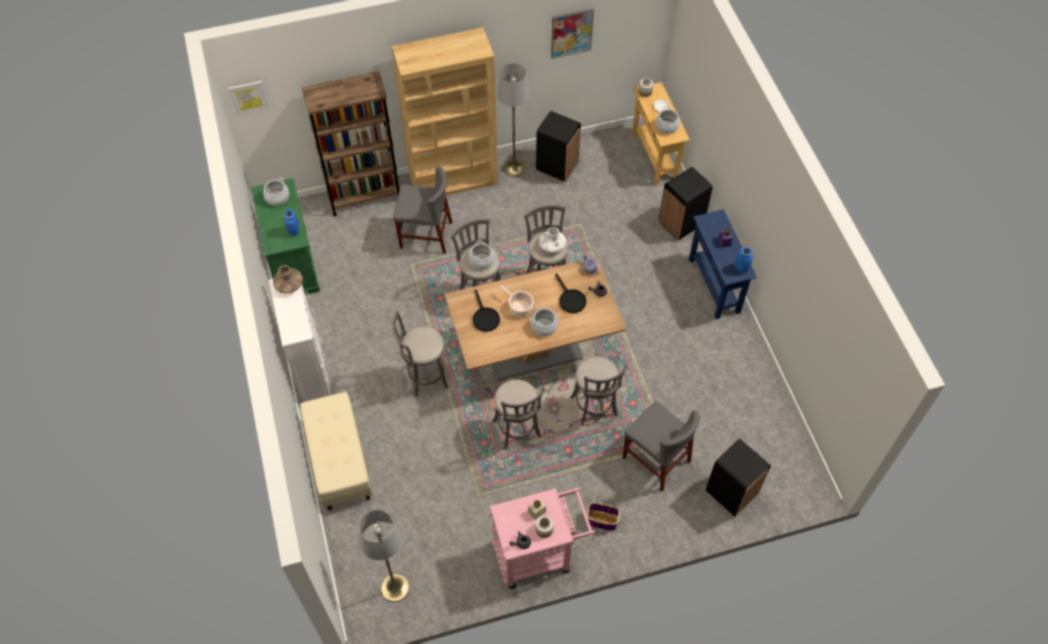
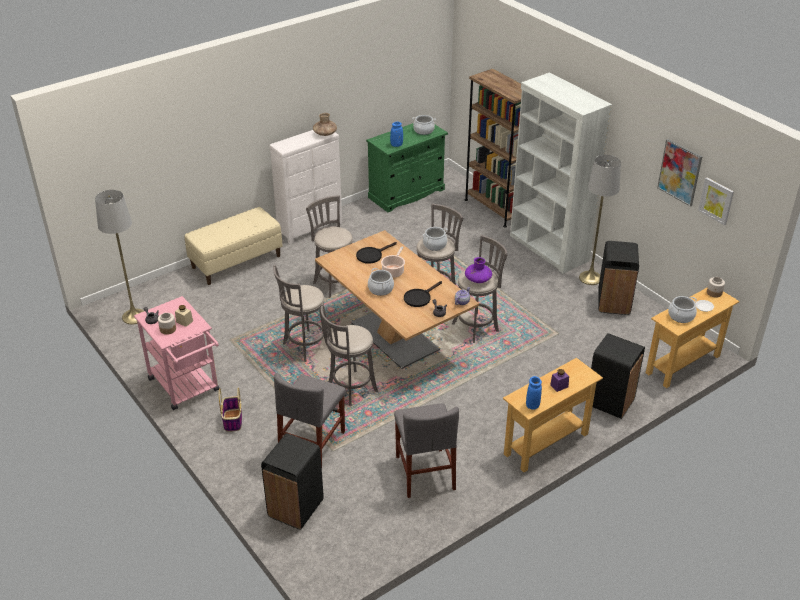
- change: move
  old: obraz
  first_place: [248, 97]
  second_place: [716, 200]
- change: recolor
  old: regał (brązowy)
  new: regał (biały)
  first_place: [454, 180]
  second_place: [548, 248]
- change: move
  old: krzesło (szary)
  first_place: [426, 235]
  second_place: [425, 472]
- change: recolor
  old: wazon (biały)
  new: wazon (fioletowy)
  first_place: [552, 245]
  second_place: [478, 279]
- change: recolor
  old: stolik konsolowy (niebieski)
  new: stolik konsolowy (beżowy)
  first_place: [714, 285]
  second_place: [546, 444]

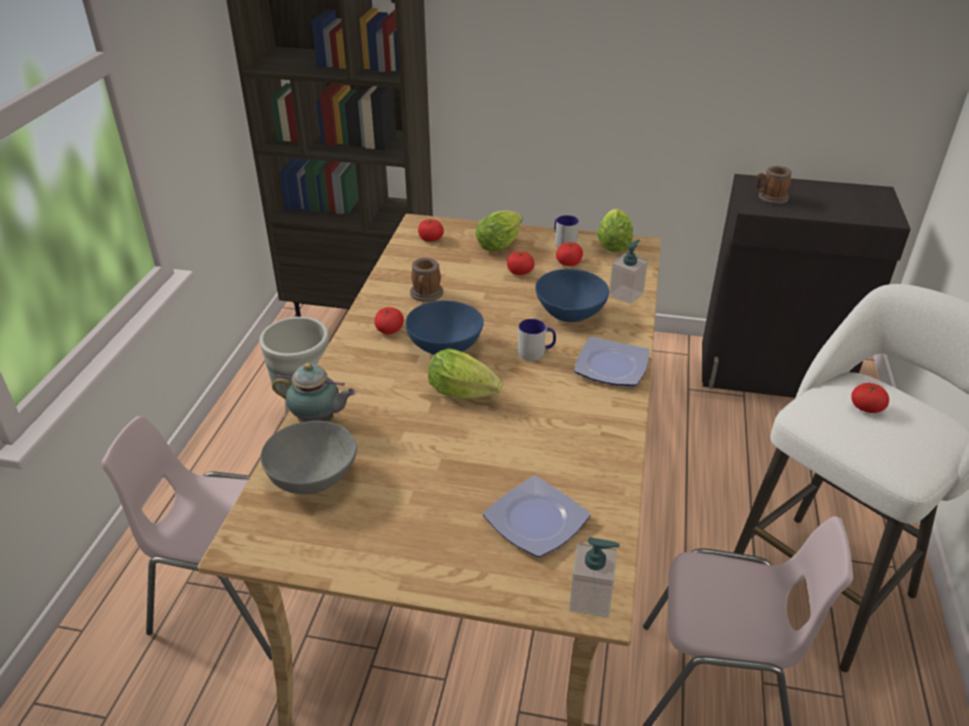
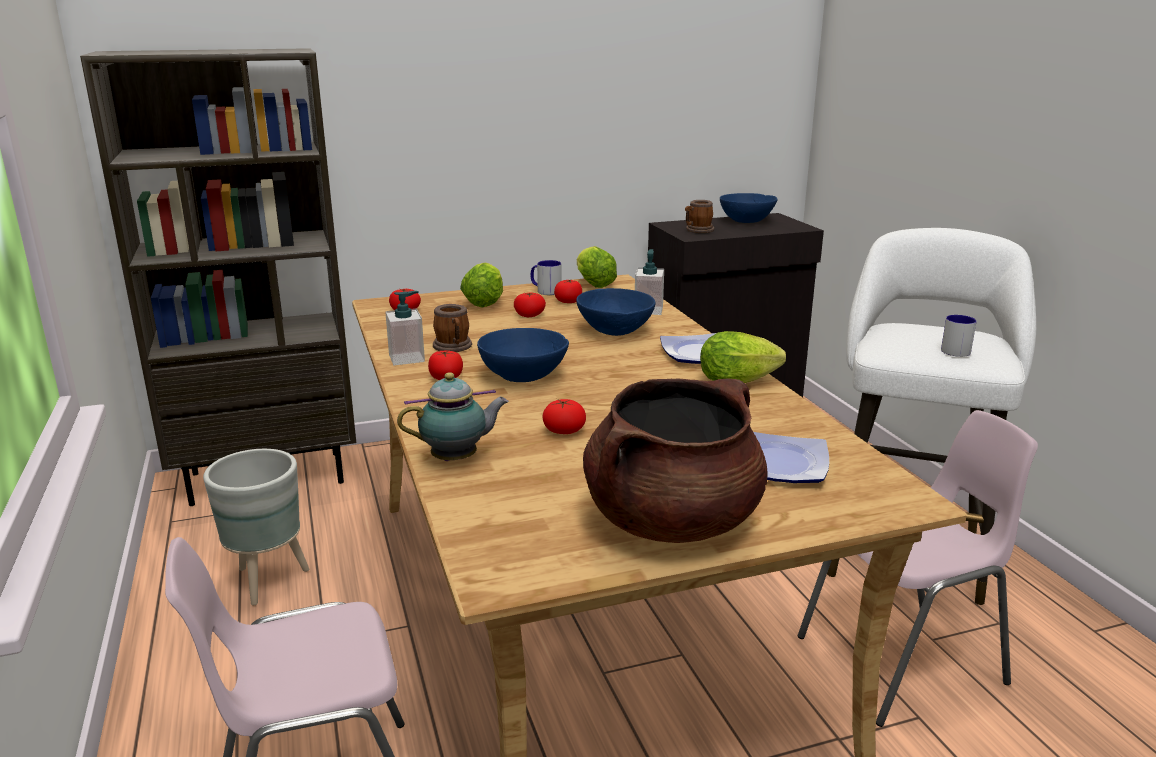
- change: delete
  old: miska (szary)
  first_place: [313, 478]
- change: move
  old: sałata
  first_place: [466, 394]
  second_place: [741, 381]
- change: move
  old: kubek
  first_place: [536, 352]
  second_place: [958, 350]
- change: move
  old: dozownik mydła
  first_place: [591, 598]
  second_place: [407, 358]
- change: move
  old: pomidor
  first_place: [866, 407]
  second_place: [564, 430]
- change: insert
  new: garnek (brązowy)
  second_place: [672, 521]
- change: insert
  new: miska (niebieski)
  second_place: [746, 221]

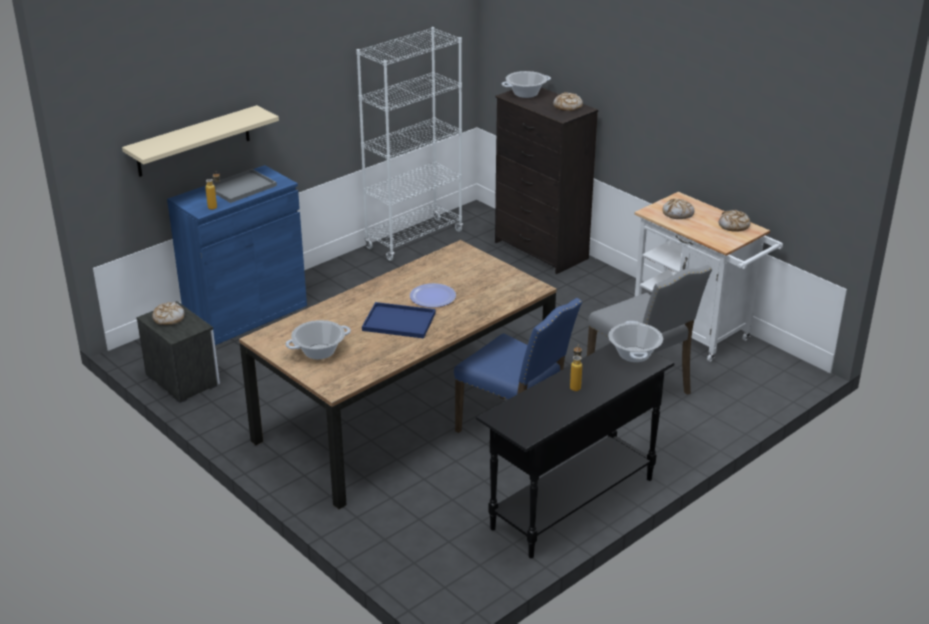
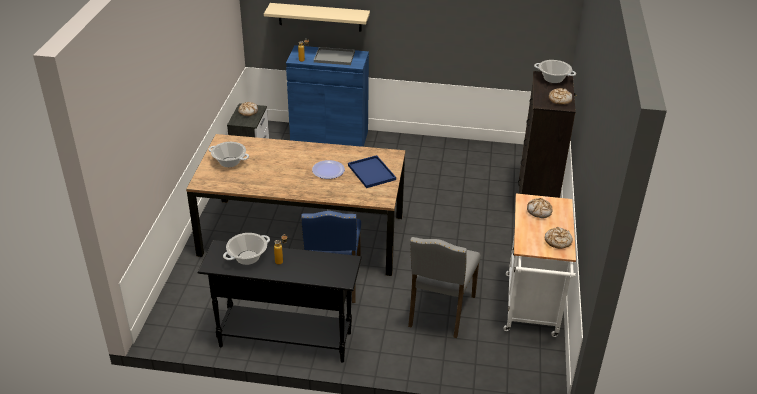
- change: delete
  old: regał (biały)
  first_place: [414, 239]
- change: move
  old: taca (niebieski)
  first_place: [400, 321]
  second_place: [372, 173]
- change: move
  old: garnek
  first_place: [634, 354]
  second_place: [248, 257]

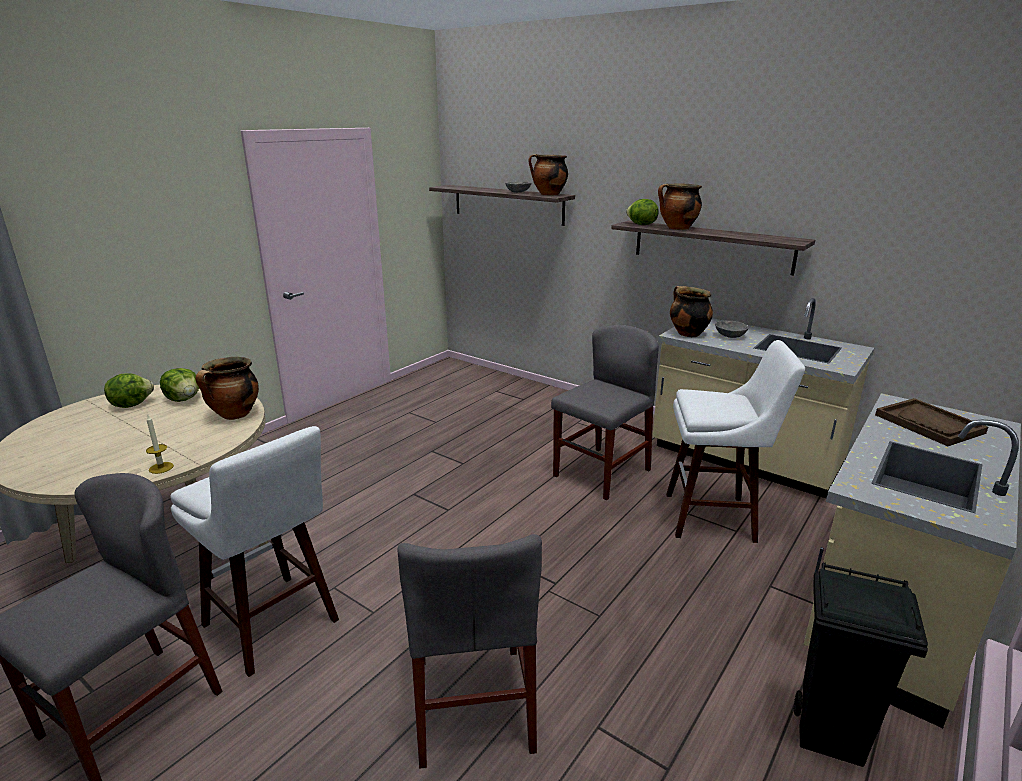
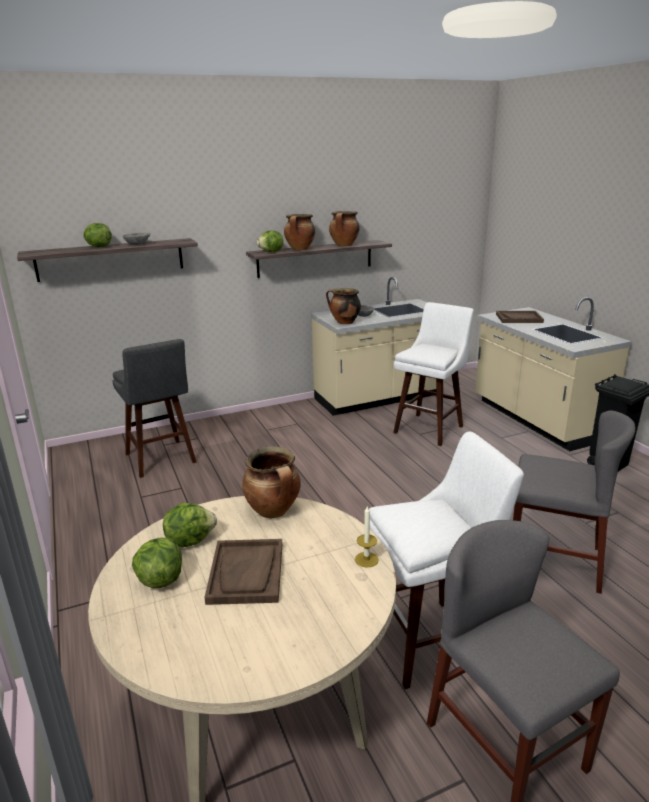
- change: move
  old: garnek
  first_place: [548, 195]
  second_place: [344, 245]
- change: delete
  old: krzesło (szary)
  first_place: [601, 473]
- change: insert
  new: sałata
  second_place: [98, 247]
- change: insert
  new: stołek (szary)
  second_place: [161, 460]
- change: insert
  new: taca (brązowy)
  second_place: [246, 573]

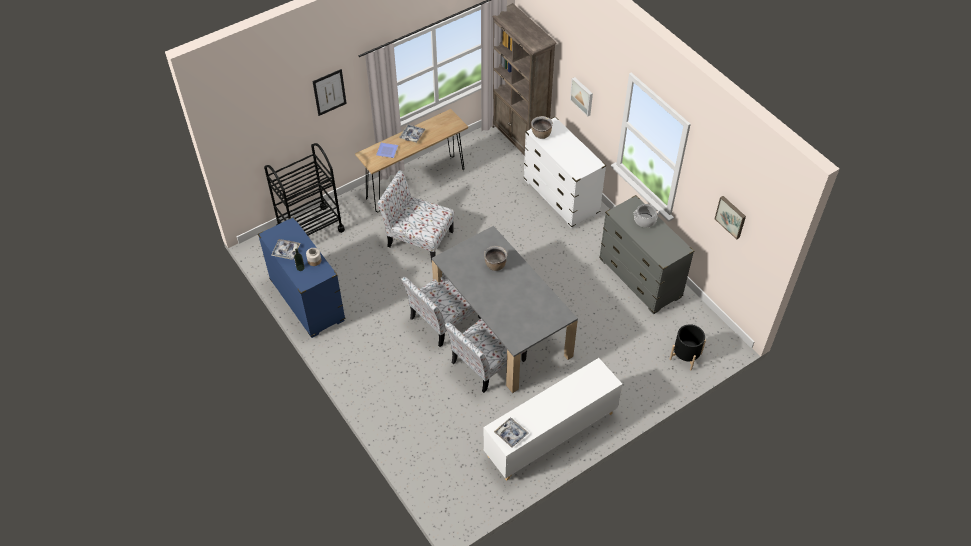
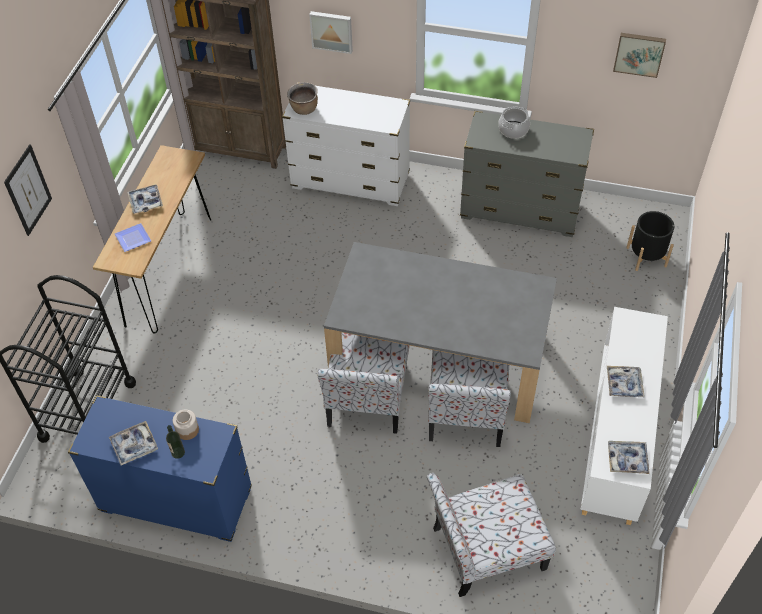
- change: move
  old: krzesło
  first_place: [418, 238]
  second_place: [485, 549]
- change: delete
  old: garnek (brązowy)
  first_place: [495, 265]
- change: insert
  new: taca
  second_place: [624, 384]

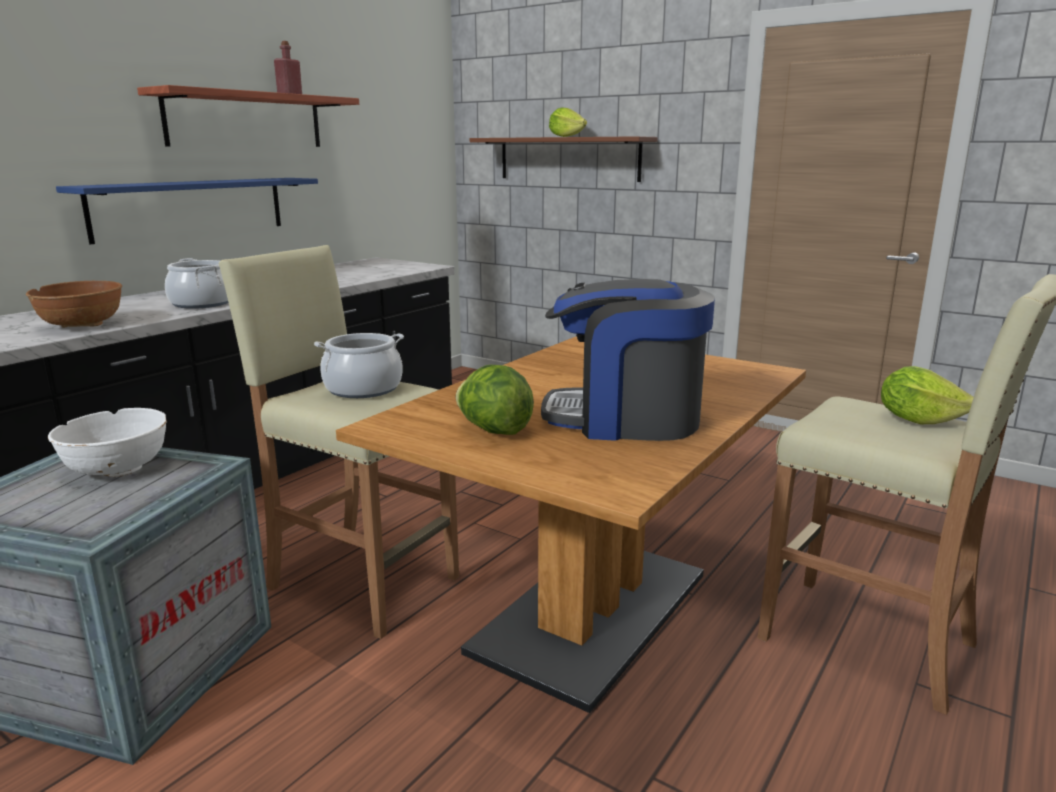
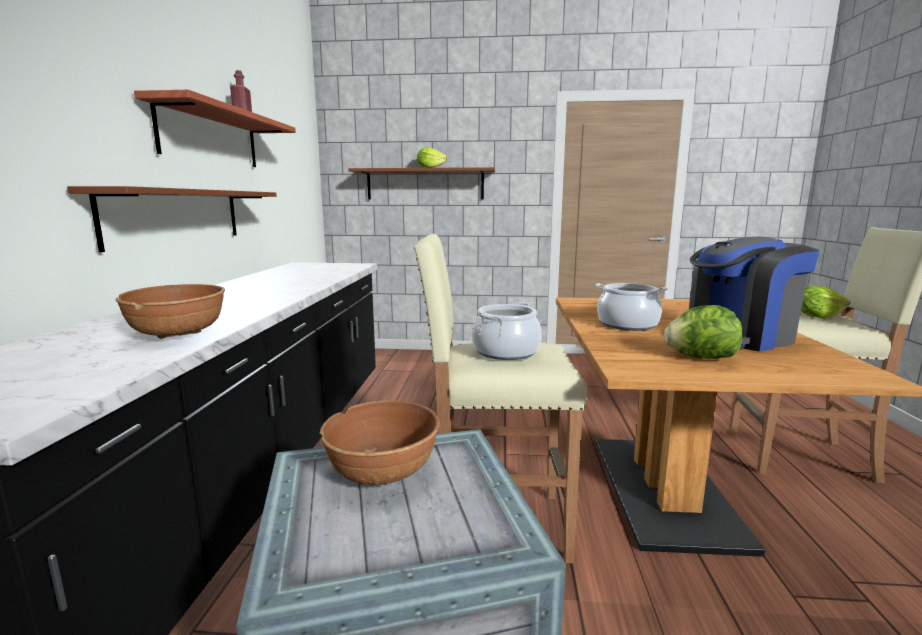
- change: recolor
  old: miska (biały)
  new: miska (brązowy)
  first_place: [117, 469]
  second_place: [382, 472]
- change: recolor
  old: półka (niebieski)
  new: półka (brązowy)
  first_place: [191, 208]
  second_place: [177, 216]
- change: move
  old: garnek
  first_place: [202, 303]
  second_place: [627, 325]

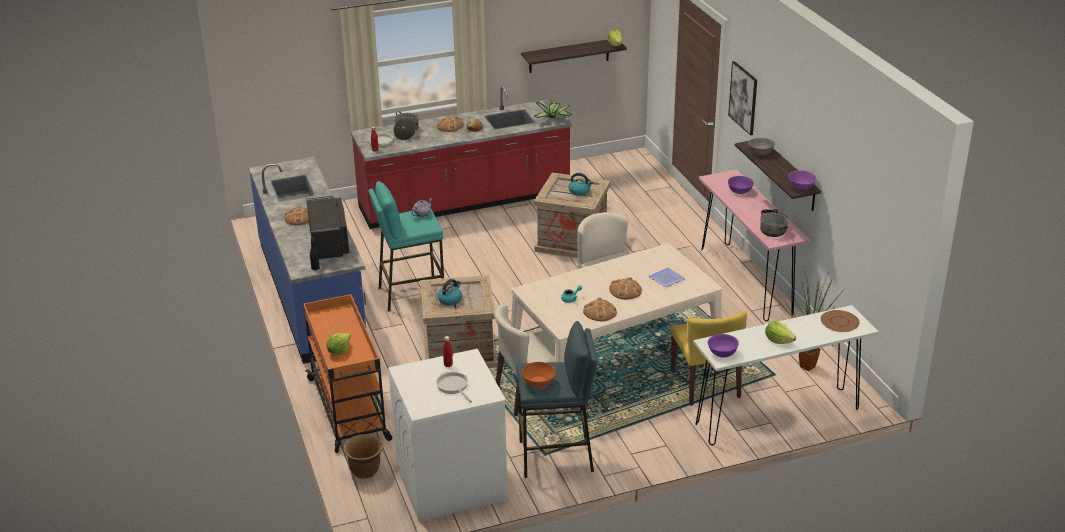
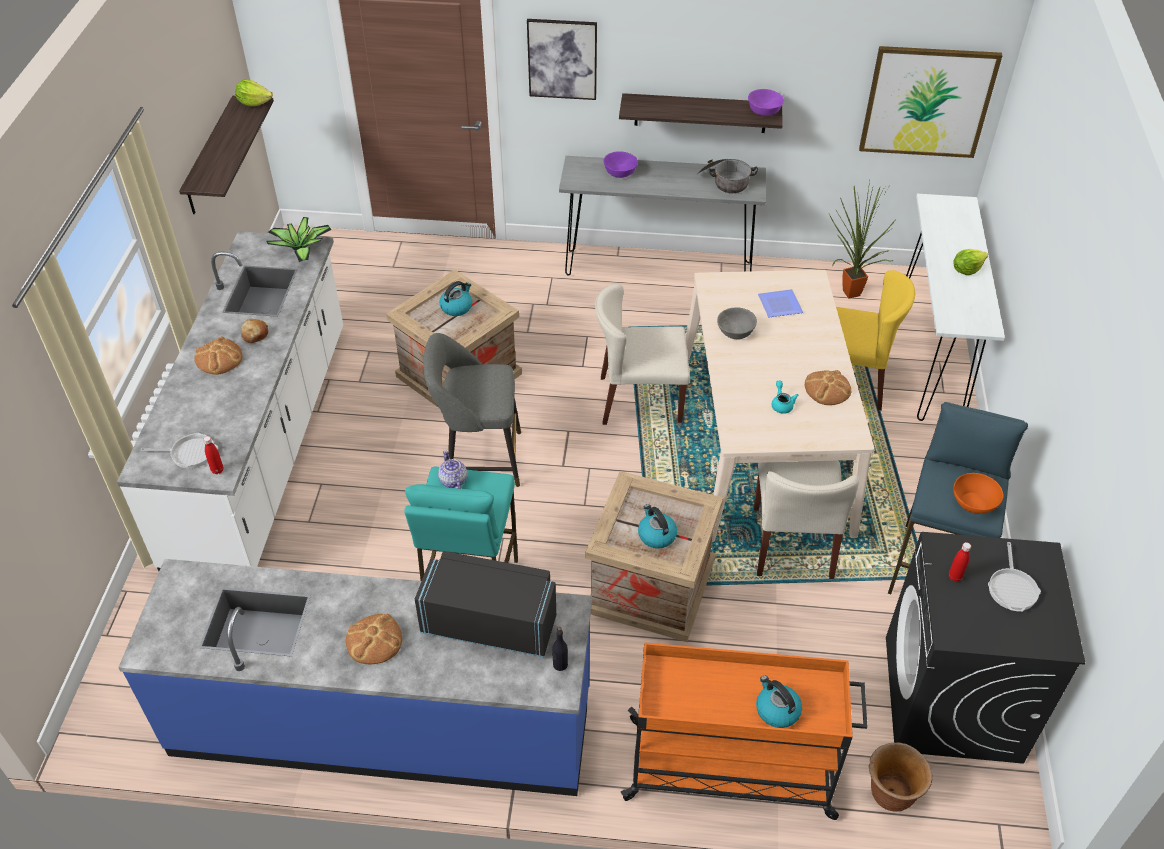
- change: replace
  old: sałata
  new: czajnik
  first_place: [339, 351]
  second_place: [776, 710]
- change: recolor
  old: zabudowa kuchenna (czerwony)
  new: zabudowa kuchenna (biały)
  first_place: [465, 202]
  second_place: [264, 446]
- change: recolor
  old: pralka (biały)
  new: pralka (czarny)
  first_place: [450, 483]
  second_place: [952, 699]
- change: delete
  old: garnek
  first_place: [406, 132]
- change: rotate
  old: patelnia
  first_place: [453, 386]
  second_place: [1012, 588]
  degrees: -75
- change: delete
  old: chleb
  first_place: [625, 290]
- change: recolor
  old: stolik konsolowy (różowy)
  new: stolik konsolowy (szary)
  first_place: [745, 281]
  second_place: [658, 268]
- change: delete
  old: miska (fioletowy)
  first_place: [722, 352]
- change: move
  old: miska (szary)
  first_place: [760, 152]
  second_place: [735, 332]
- change: delete
  old: talerz (brązowy)
  first_place: [839, 322]
- change: insert
  new: stołek (szary)
  second_place: [478, 459]
- change: insert
  new: obraz
  second_place: [927, 102]

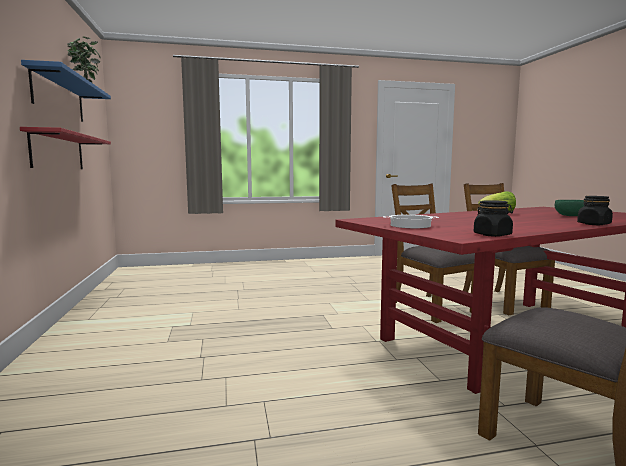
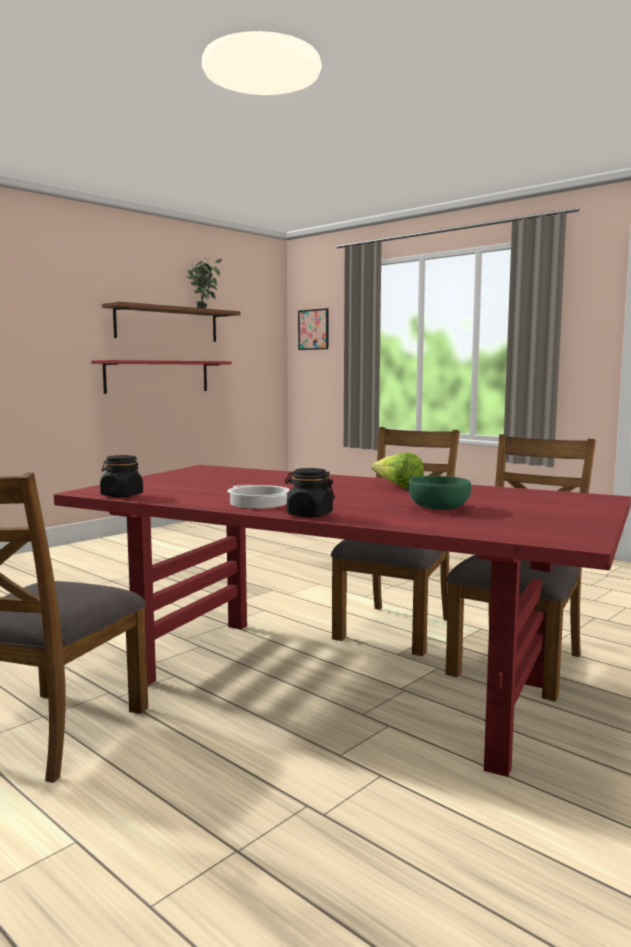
- change: recolor
  old: półka (niebieski)
  new: półka (brązowy)
  first_place: [59, 97]
  second_place: [167, 324]
- change: move
  old: garnek
  first_place: [410, 225]
  second_place: [259, 503]
- change: insert
  new: obraz
  second_place: [313, 329]

